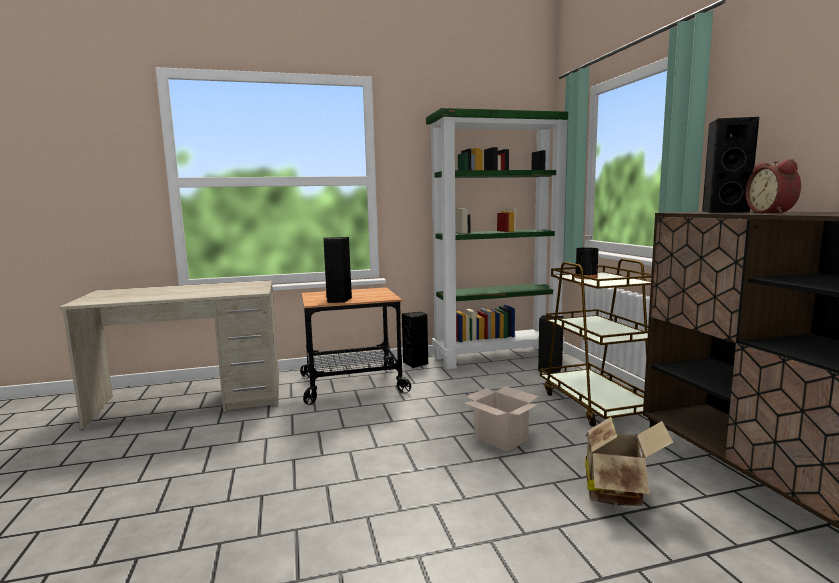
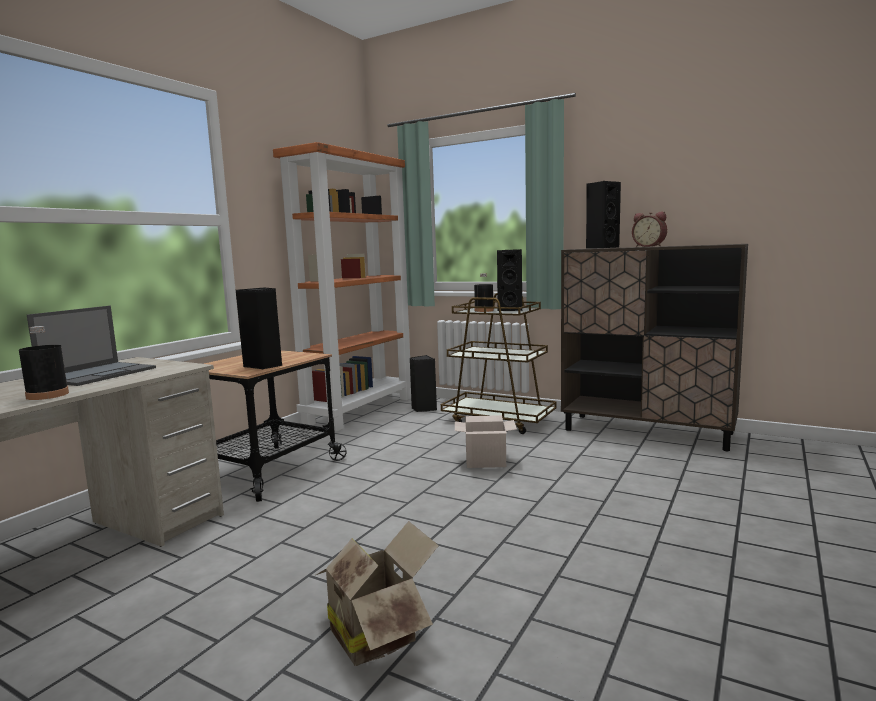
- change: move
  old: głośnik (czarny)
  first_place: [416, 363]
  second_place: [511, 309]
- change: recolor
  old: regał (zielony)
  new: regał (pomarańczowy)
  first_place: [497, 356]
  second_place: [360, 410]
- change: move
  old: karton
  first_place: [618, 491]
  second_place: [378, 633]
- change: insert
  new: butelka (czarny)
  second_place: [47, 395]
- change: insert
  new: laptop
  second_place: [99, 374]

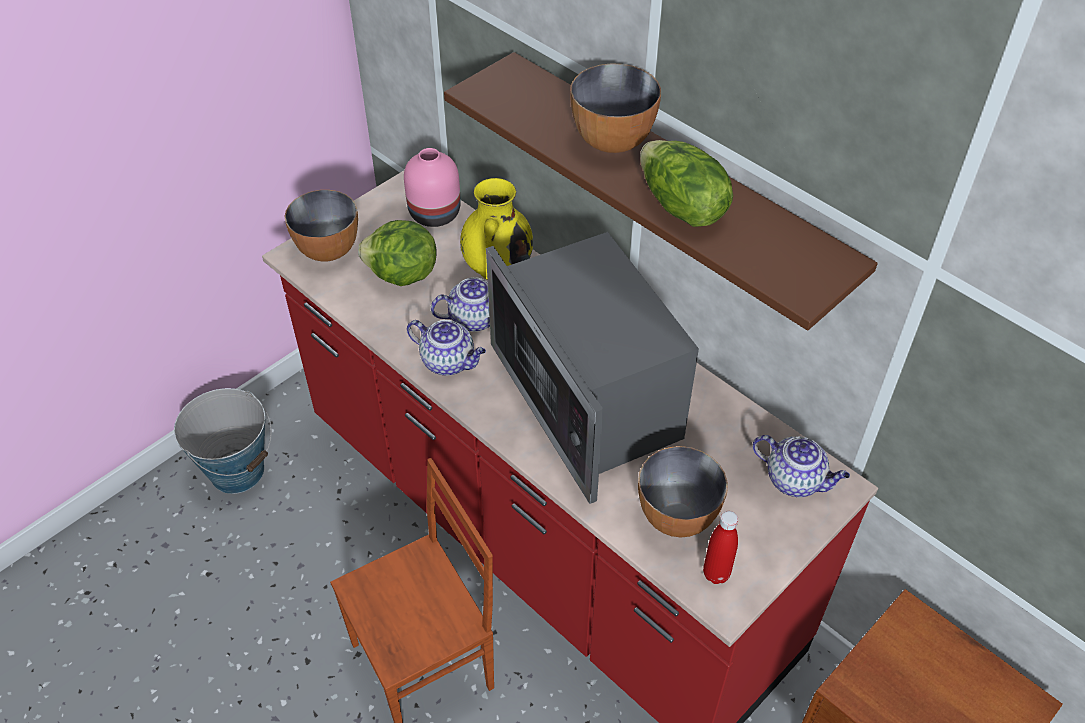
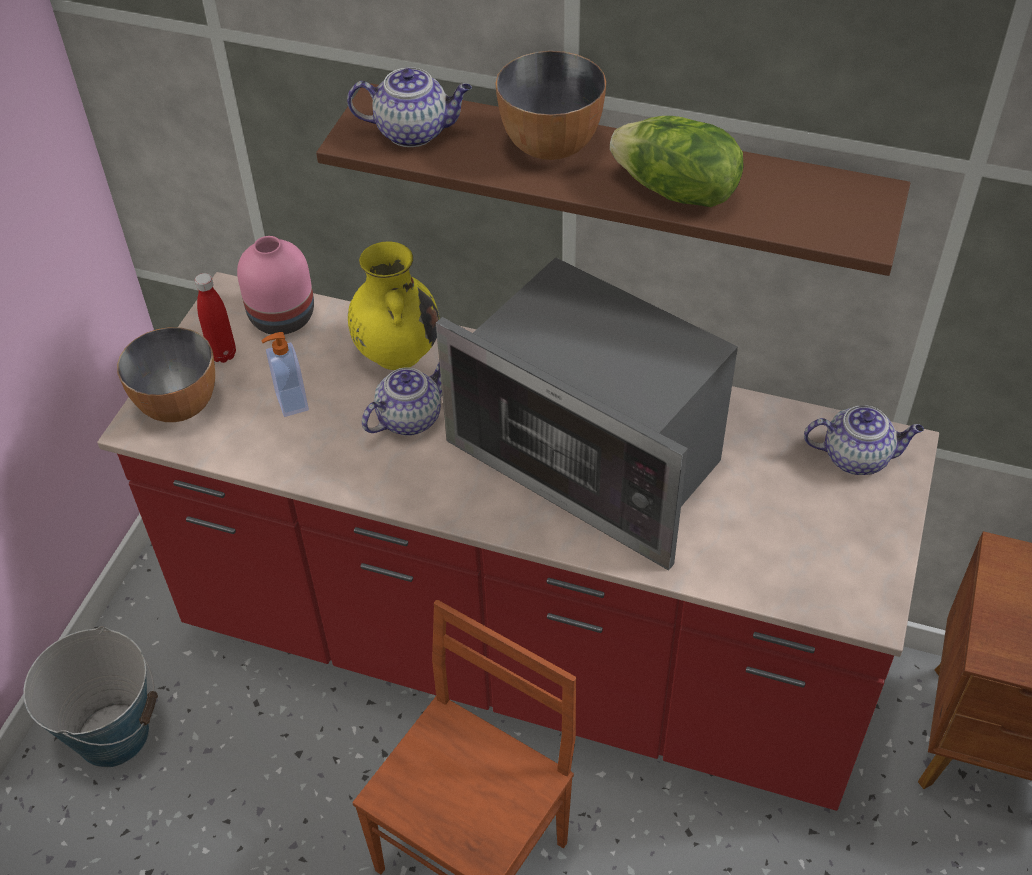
- change: replace
  old: sałata
  new: dozownik mydła
  first_place: [402, 275]
  second_place: [290, 402]
- change: move
  old: imbryk
  first_place: [449, 362]
  second_place: [414, 132]
- change: delete
  old: miska
  first_place: [677, 516]
- change: move
  old: butelka (czerwony)
  first_place: [716, 574]
  second_place: [223, 354]

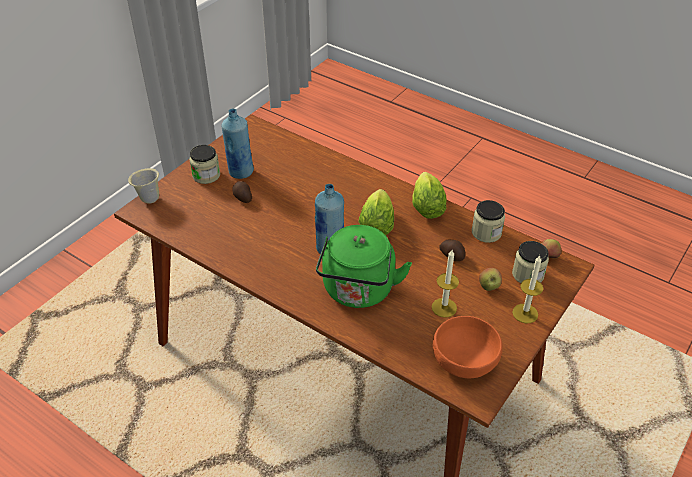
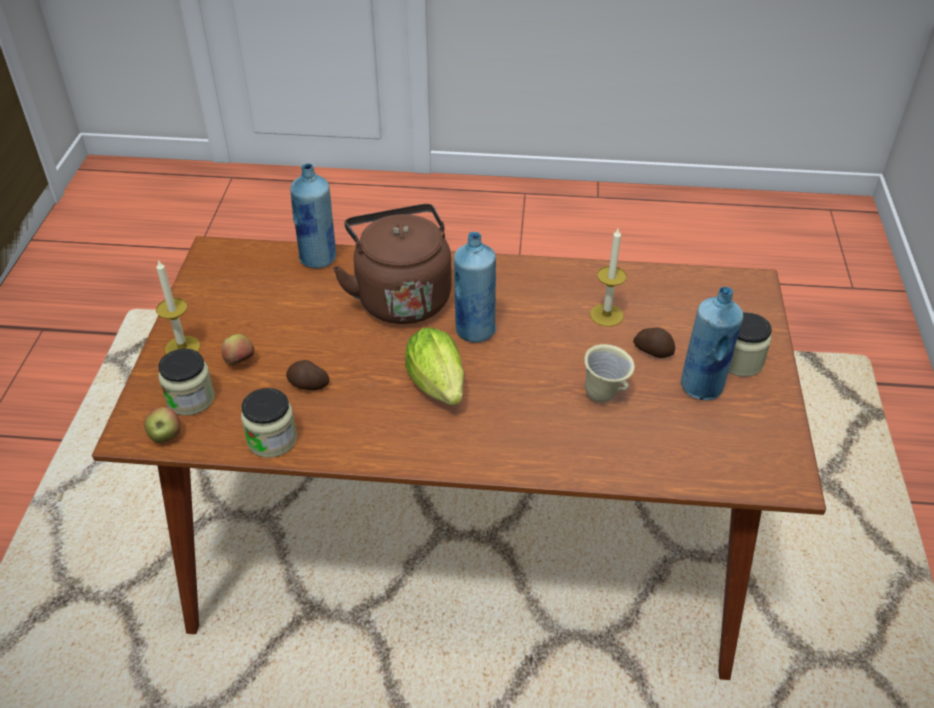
- change: move
  old: kubek (beżowy)
  first_place: [148, 199]
  second_place: [604, 395]
- change: recolor
  old: czajnik (zielony)
  new: czajnik (brązowy)
  first_place: [358, 291]
  second_place: [401, 296]
- change: delete
  old: sałata
  first_place: [426, 205]
- change: move
  old: świeca
  first_place: [444, 307]
  second_place: [606, 315]
- change: delete
  old: miska (pomarańczowy)
  first_place: [465, 360]
- change: insert
  new: butelka (niebieski)
  second_place: [318, 259]

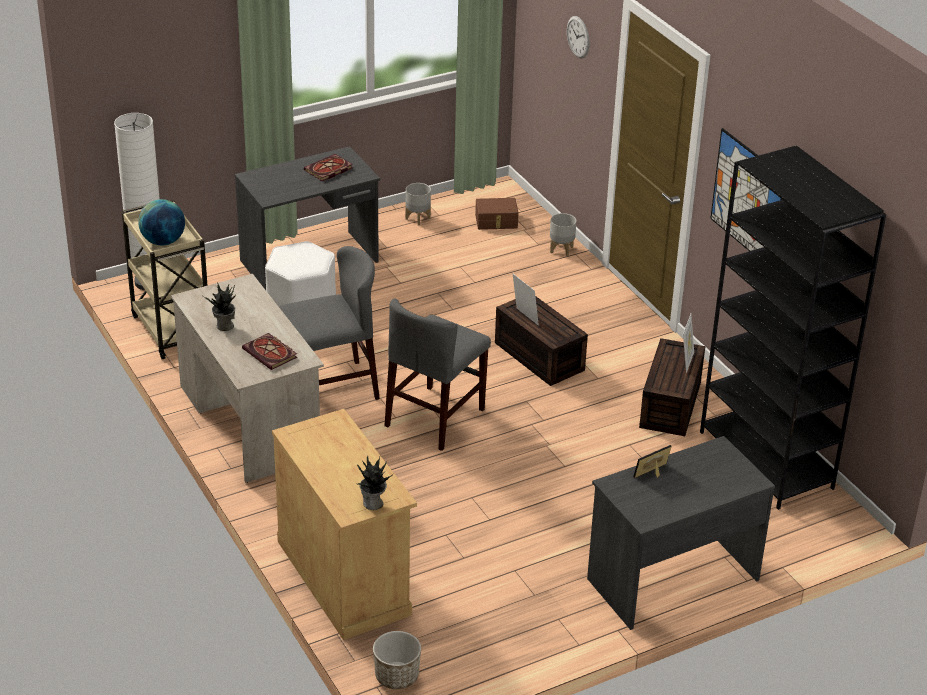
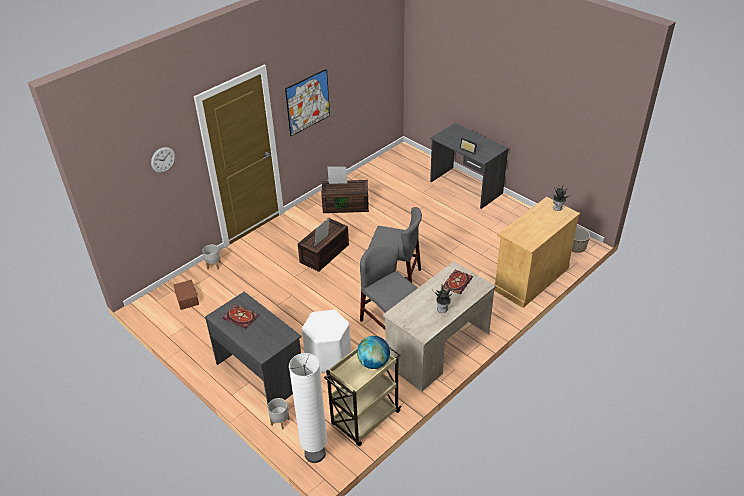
- change: move
  old: donica (szary)
  first_place: [418, 218]
  second_place: [280, 422]
- change: delete
  old: regał (czarny)
  first_place: [767, 460]

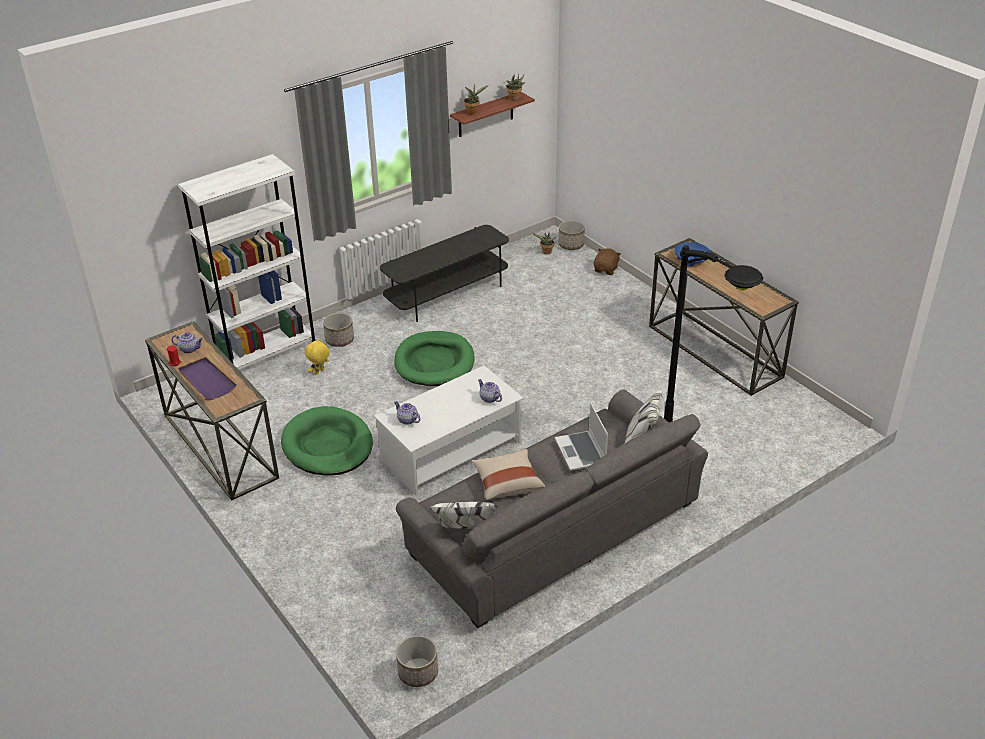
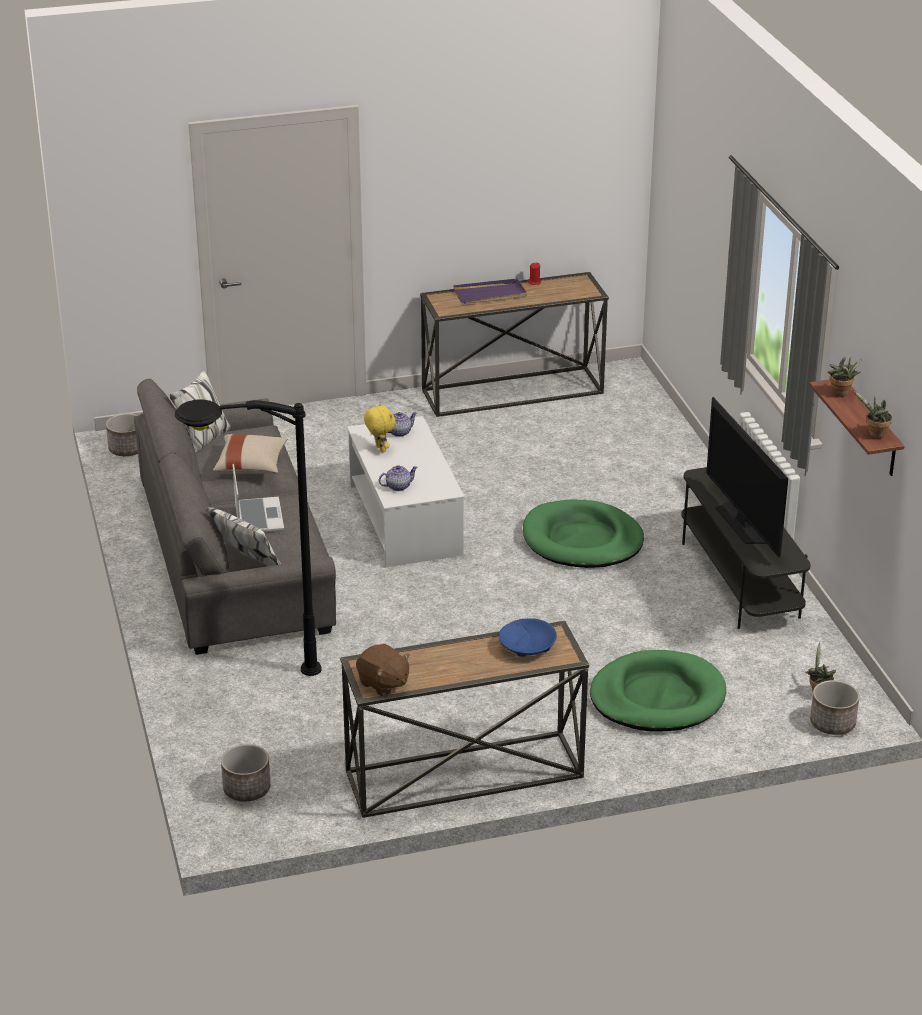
- change: delete
  old: imbryk
  first_place: [190, 349]
- change: delete
  old: regał (biały)
  first_place: [267, 356]
- change: move
  old: legowisko (zielony)
  first_place: [327, 445]
  second_place: [657, 697]
- change: move
  old: pluszak (żółty)
  first_place: [319, 372]
  second_place: [379, 449]
- change: move
  old: donica
  first_place: [340, 340]
  second_place: [246, 789]
- change: rotate
  old: laptop
  first_place: [581, 452]
  second_place: [257, 517]
  degrees: 75
- change: move
  old: pluszak (brązowy)
  first_place: [606, 270]
  second_place: [383, 683]
- change: insert
  new: telewizor
  second_place: [743, 523]

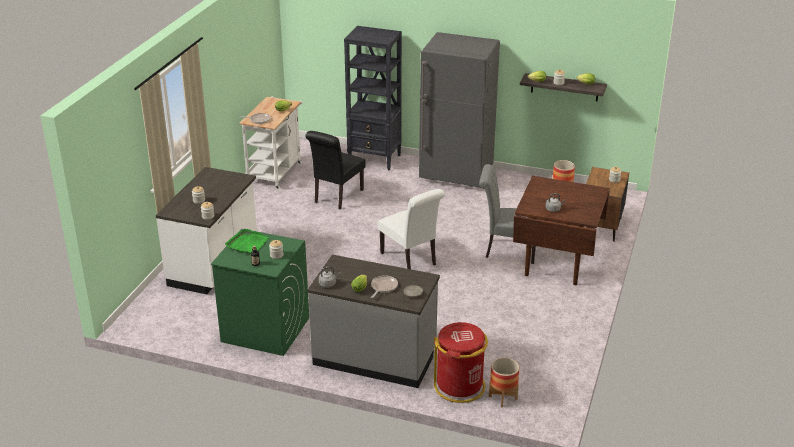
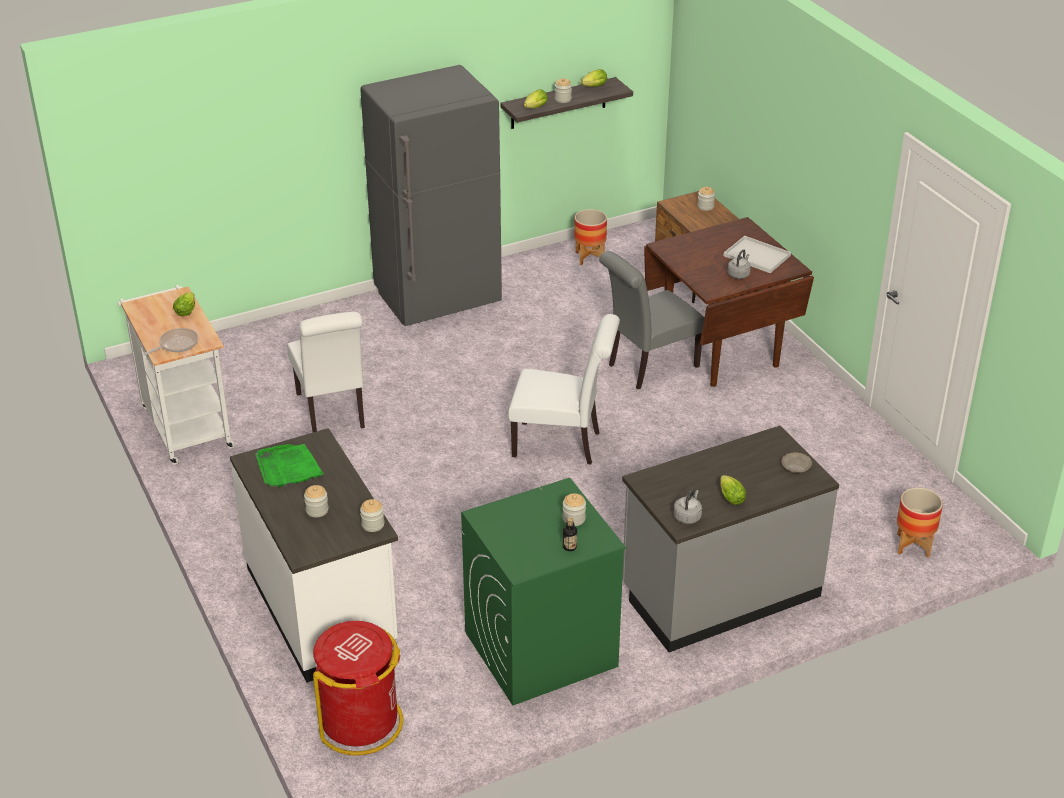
- change: move
  old: taca (zielony)
  first_place: [247, 243]
  second_place: [288, 468]
- change: recolor
  old: krzesło (czarny)
  new: krzesło (biały)
  first_place: [336, 197]
  second_place: [332, 413]
- change: delete
  old: regał (czarny)
  first_place: [375, 159]
- change: delete
  old: patelnia
  first_place: [383, 287]
- change: move
  old: kosz na śmieci (czerwony)
  first_place: [460, 386]
  second_place: [361, 723]
- change: insert
  new: taca (biały)
  second_place: [758, 256]

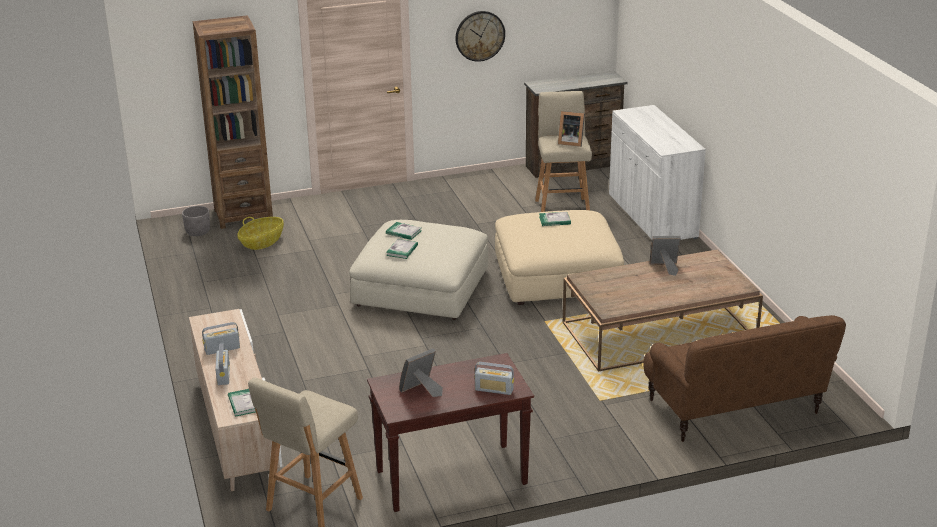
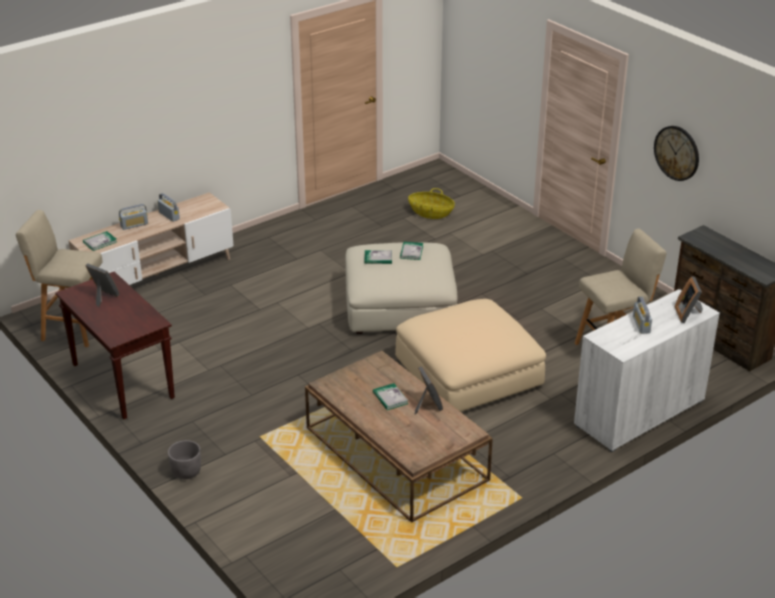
- change: move
  old: donica (szary)
  first_place: [197, 232]
  second_place: [186, 472]
- change: delete
  old: regał (brązowy)
  first_place: [243, 215]
- change: move
  old: radio
  first_place: [494, 389]
  second_place: [641, 324]
- change: move
  old: książka
  first_place: [554, 220]
  second_place: [390, 398]
- change: move
  old: ramka na zdjęcie
  first_place: [570, 142]
  second_place: [688, 314]
- change: delete
  old: kanapa (brązowy)
  first_place: [735, 409]

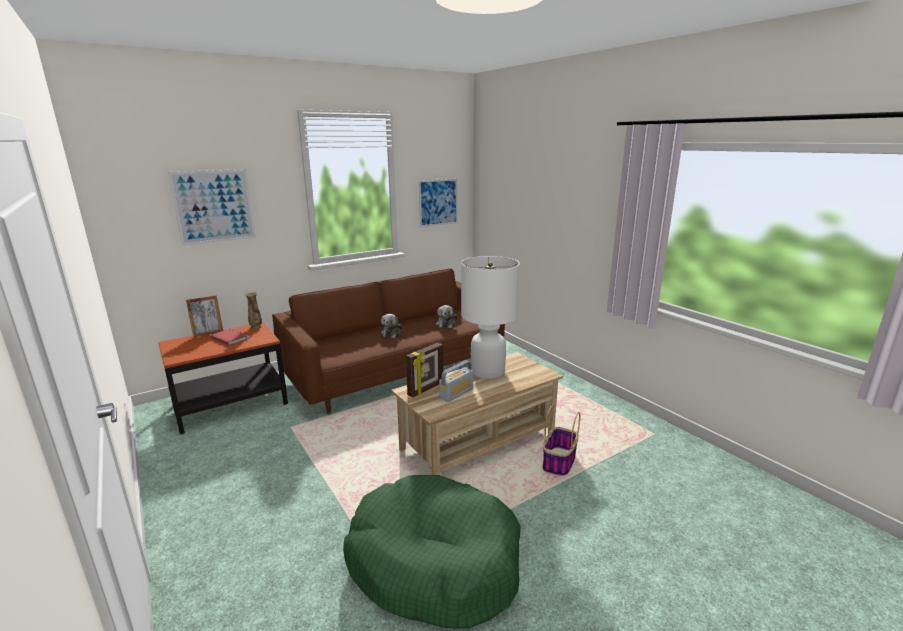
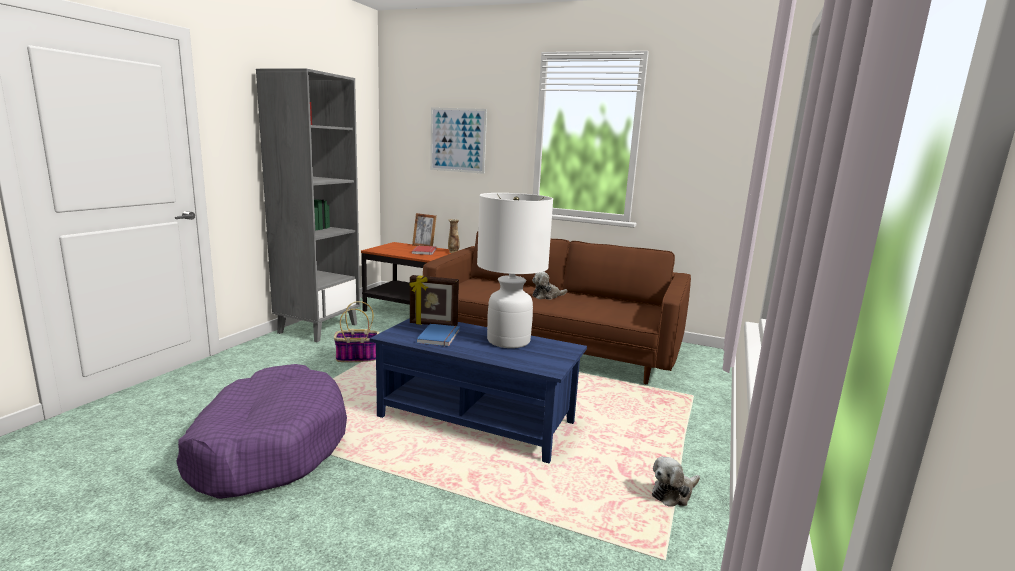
- change: recolor
  old: legowisko (zielony)
  new: legowisko (fioletowy)
  first_place: [434, 563]
  second_place: [268, 446]
- change: recolor
  old: ława (beżowy)
  new: ława (niebieski)
  first_place: [478, 441]
  second_place: [476, 420]
- change: delete
  old: obraz
  first_place: [438, 202]
- change: move
  old: pluszak
  first_place: [446, 324]
  second_place: [673, 494]
- change: replace
  old: radio
  new: książka (niebieski)
  first_place: [456, 393]
  second_place: [440, 337]
- change: move
  old: koszyk
  first_place: [559, 463]
  second_place: [356, 358]
- change: insert
  new: regał (szary)
  second_place: [318, 328]

